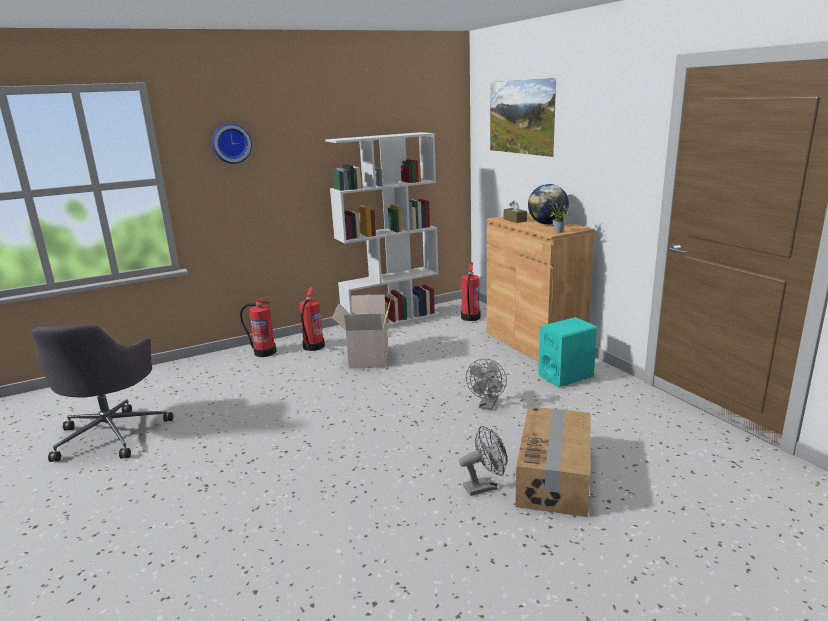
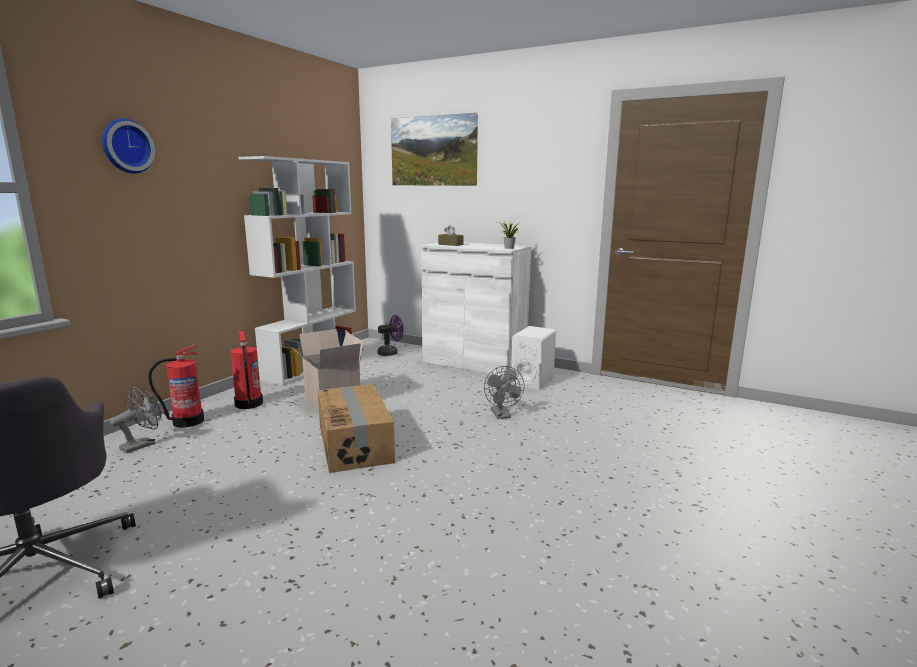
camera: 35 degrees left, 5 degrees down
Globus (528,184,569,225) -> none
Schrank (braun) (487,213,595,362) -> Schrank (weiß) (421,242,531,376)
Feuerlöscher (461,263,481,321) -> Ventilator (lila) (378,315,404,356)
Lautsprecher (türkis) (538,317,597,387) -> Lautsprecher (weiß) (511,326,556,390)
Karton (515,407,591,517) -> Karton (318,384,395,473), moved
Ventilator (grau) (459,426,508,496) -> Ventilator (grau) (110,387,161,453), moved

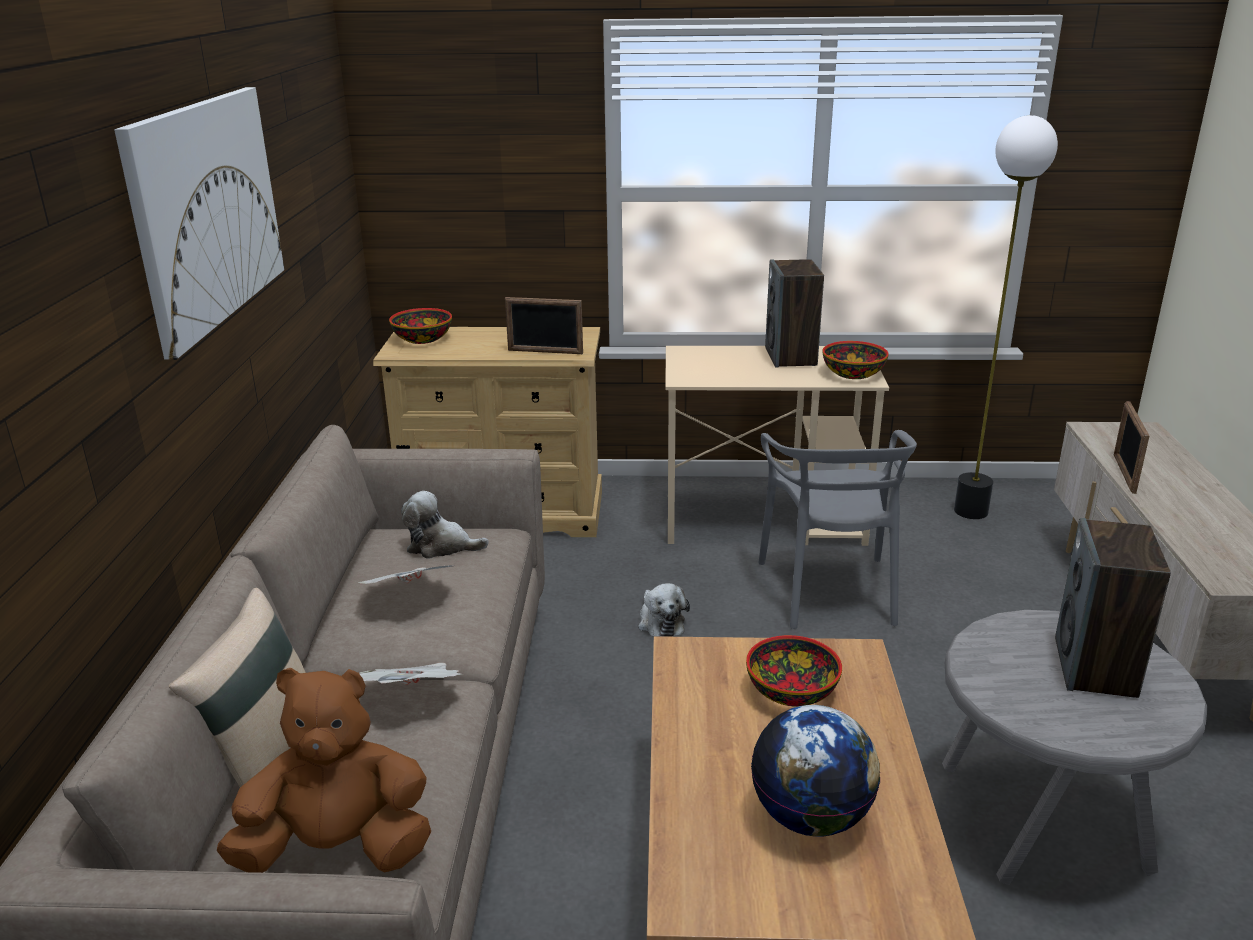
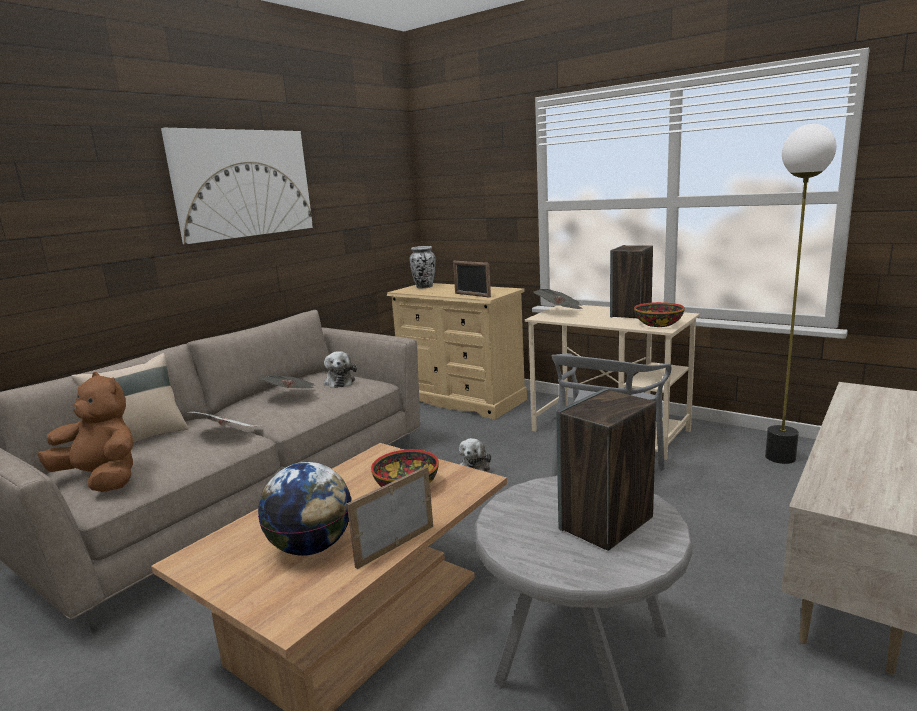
camera: 35 degrees right, 10 degrees down
Schüssel (389,308,452,344) -> Vase (410,246,436,288)
Bilderrahmen (1114,401,1149,494) -> Bilderrahmen (347,466,433,569), moved
Plüschtier (401,491,489,559) -> Plüschtier (324,351,357,388), 150 degrees counterclockwise
none -> Zeitung (533,289,583,309)

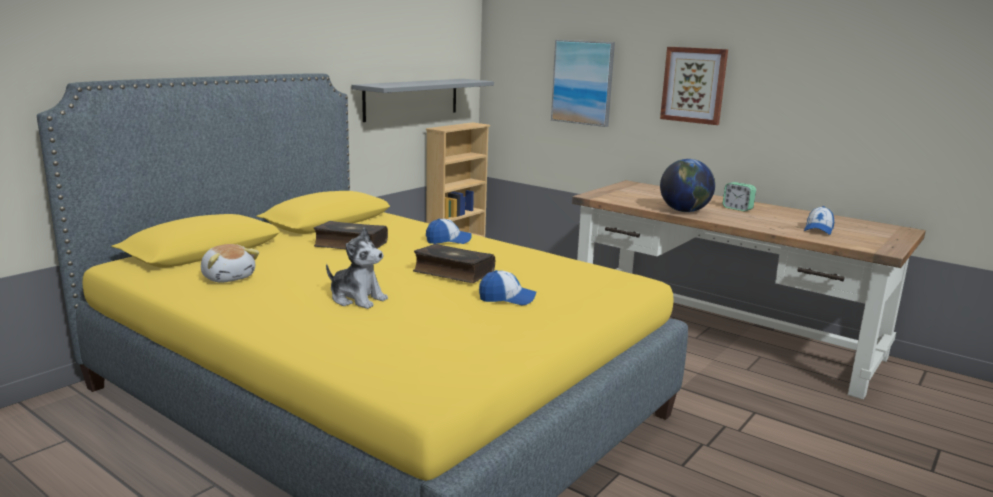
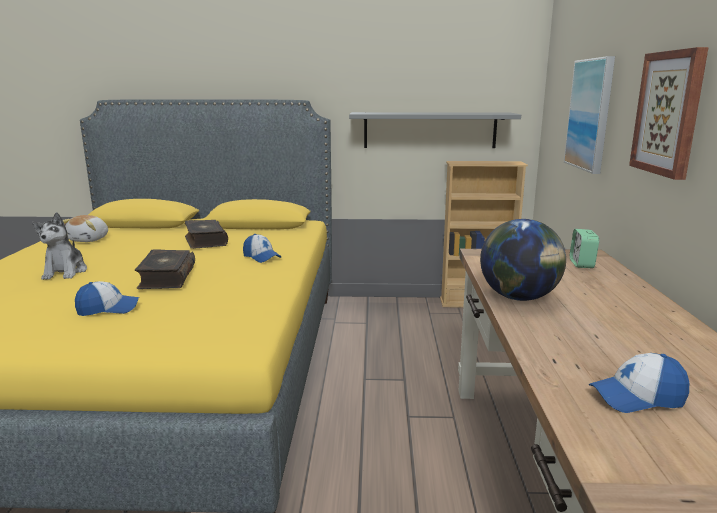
camera: 55 degrees right, 0 degrees up
Wecker (723,182,756,212) -> Wecker (570,229,599,268), moved
Kappe (479,270,536,305) -> Kappe (75,281,139,316), 75 degrees counterclockwise

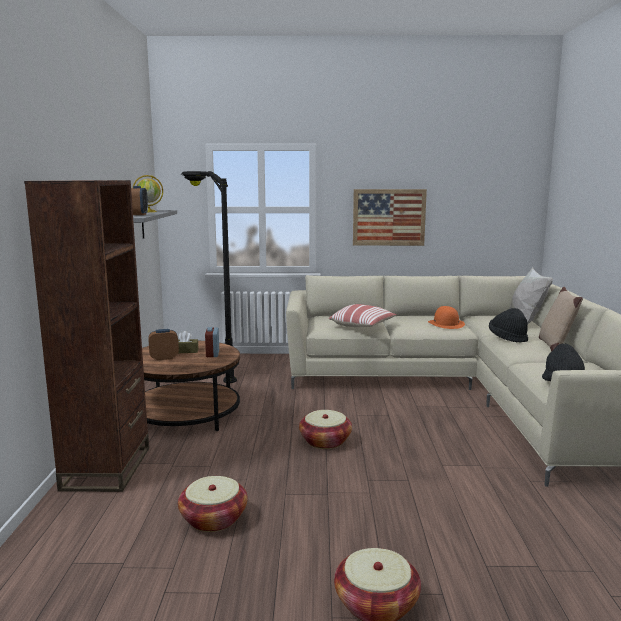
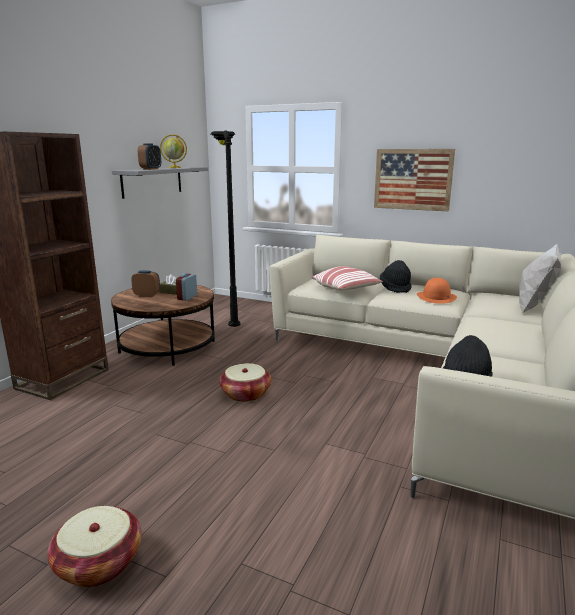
camera: 25 degrees right, 5 degrees up
Kissen (beige) (539,287,583,352) -> none
Hut (schwarz) (489,308,528,343) -> Hut (schwarz) (380,260,412,293), moved
Korb (178,476,248,532) -> none

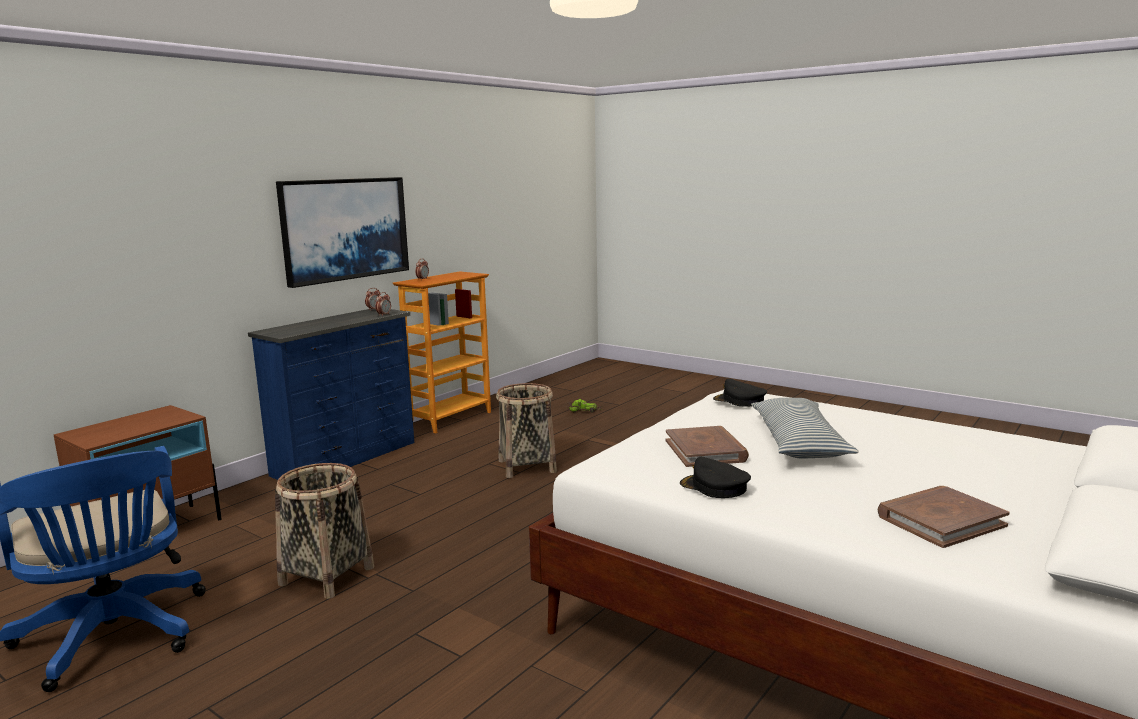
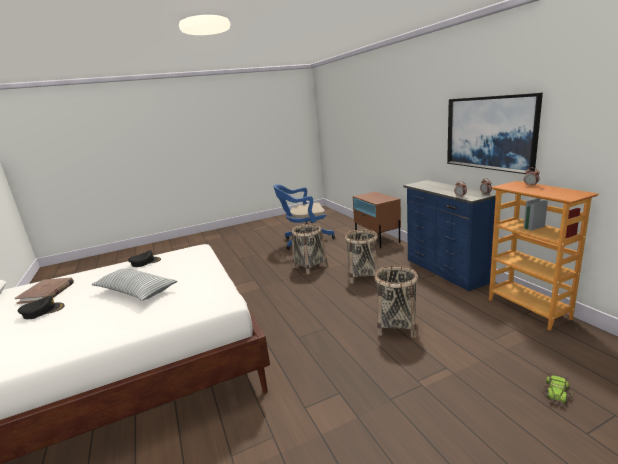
camera: 120 degrees right, 5 degrees up
Kappe (schwarz) (713,379,767,406) -> Kappe (schwarz) (18,296,65,319), moved
Buch (braun) (666,426,749,467) -> none
none -> Korb (345,229,378,284)

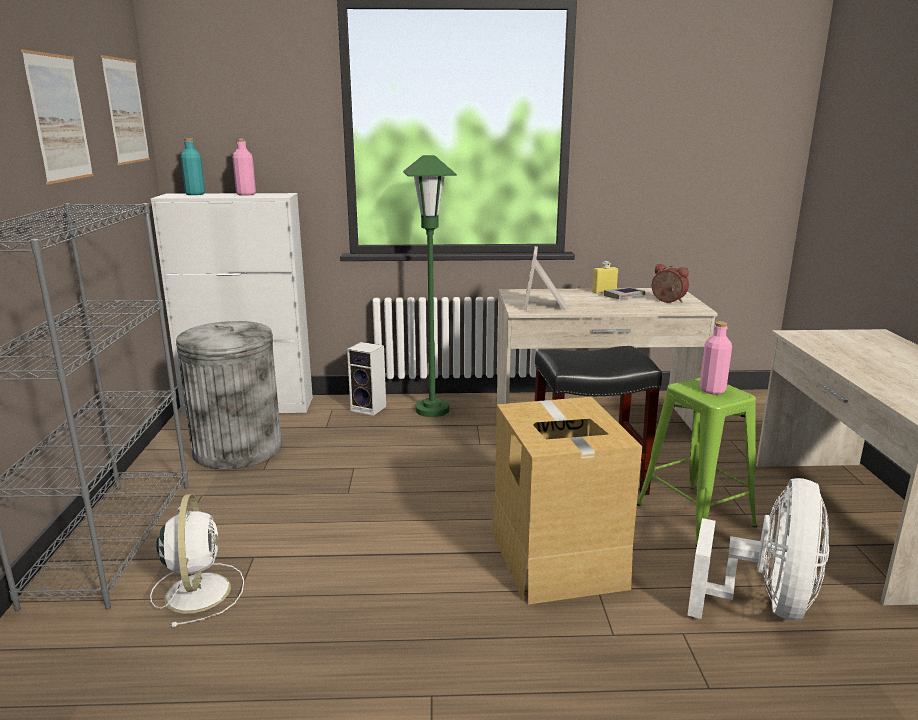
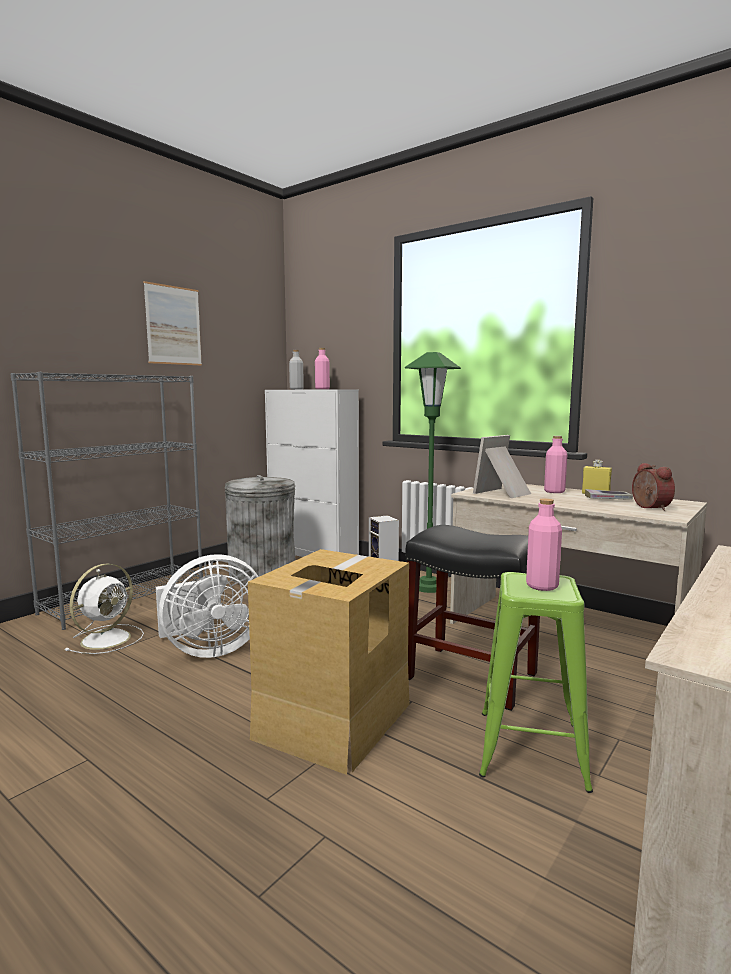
camera: 40 degrees right, 10 degrees down
Bild (101,55,150,165) -> none
Flasche (türkis) (180,139,205,195) -> Flasche (grau) (289,350,304,389)
Ventilator (weiß) (687,478,829,620) -> Ventilator (weiß) (156,554,258,658), moved
none -> Flasche (rosa) (544,436,567,493)

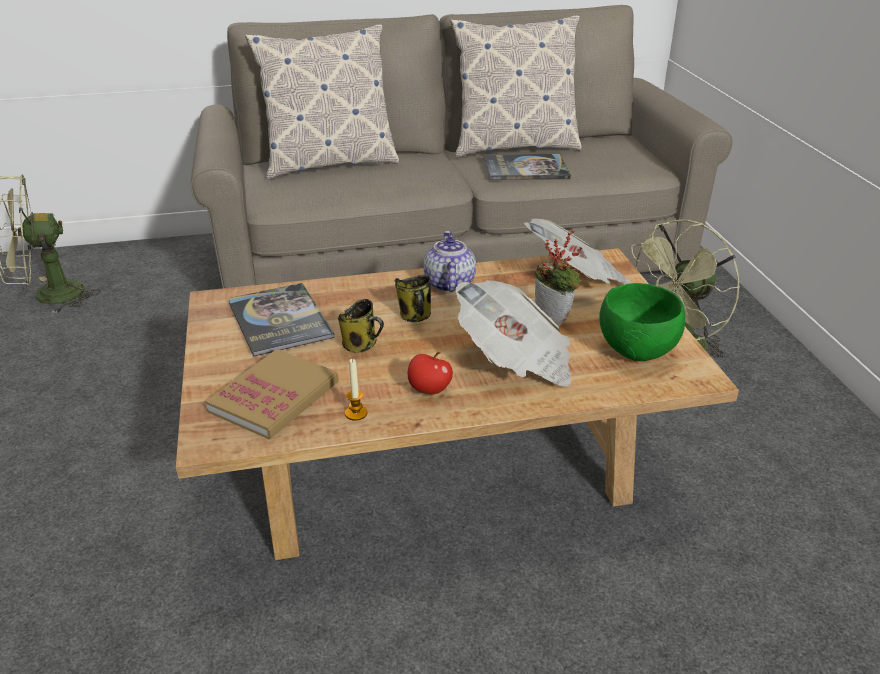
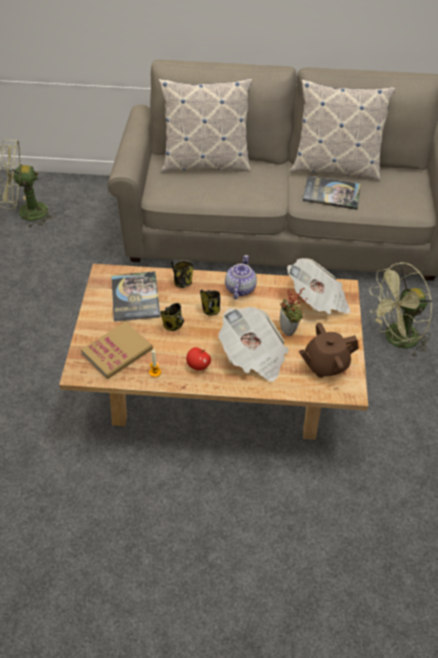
camera: 15 degrees right, 15 degrees up
Schüssel (grün) (600,283,685,361) -> Teekanne (braun) (299,323,359,378)
none -> Henkelbecher (171,261,193,288)

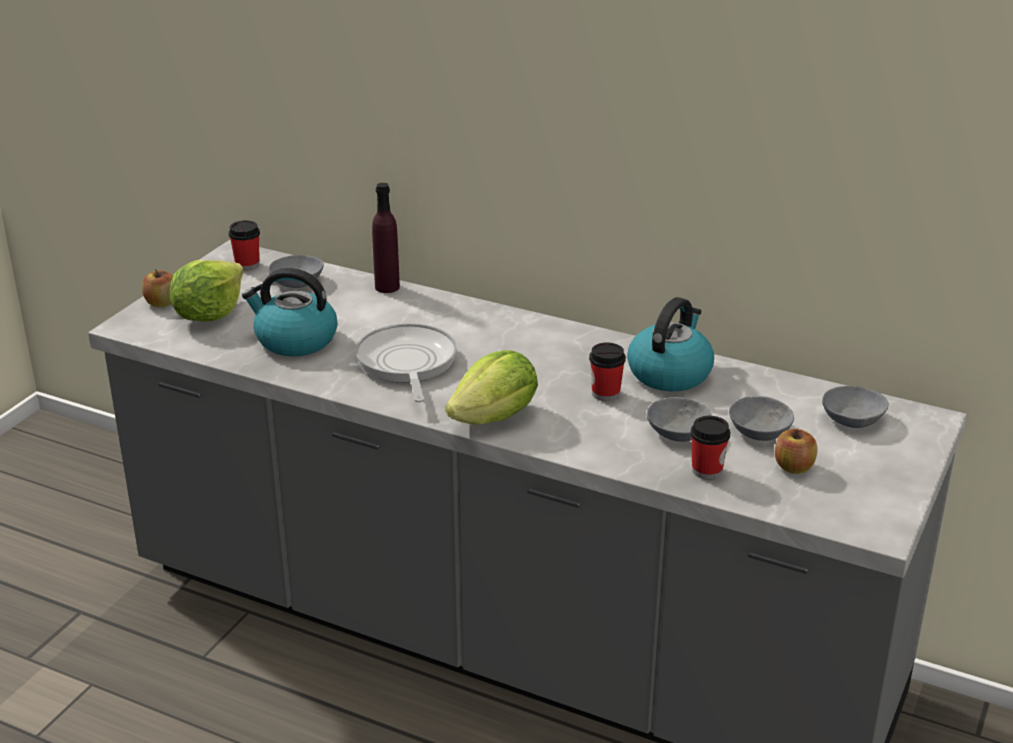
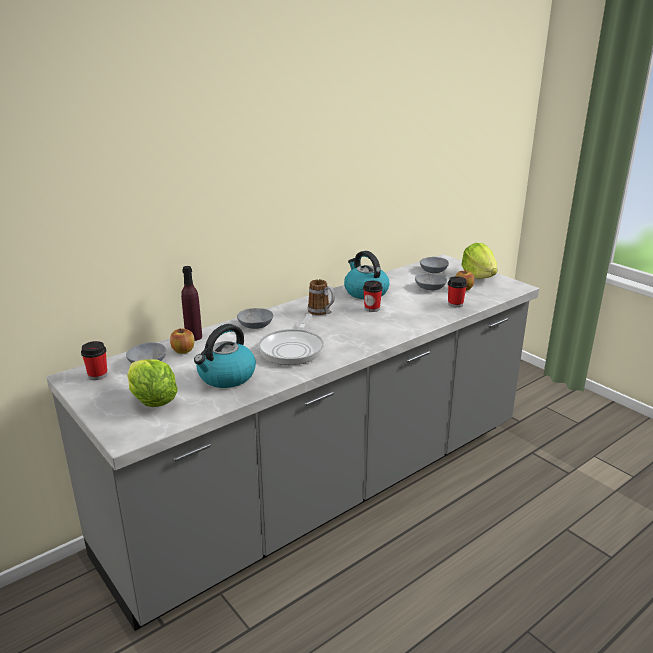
camera: 65 degrees left, 5 degrees down
Apfel (142,270,173,307) -> Apfel (170,329,195,354), moved
Pfanne (355,323,457,402) -> Pfanne (259,314,324,365), 90 degrees counterclockwise
Salatkopf (446,350,538,425) -> Salatkopf (461,243,497,279), moved
Schüssel (grau) (647,397,712,442) -> Schüssel (grau) (237,308,273,329), moved
none -> Henkelbecher (308,279,335,315)

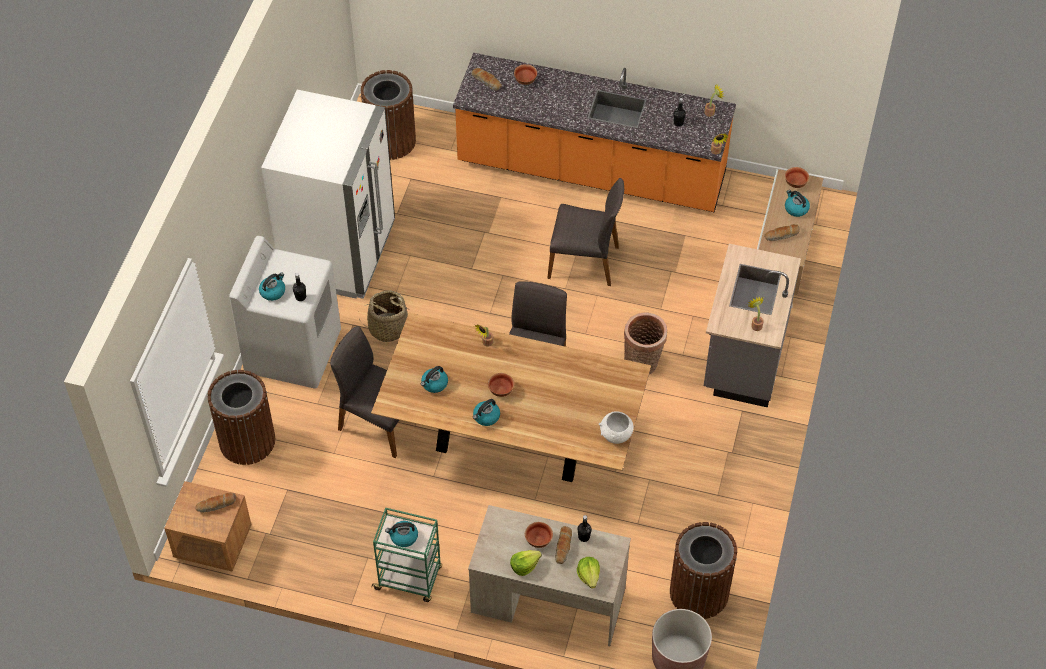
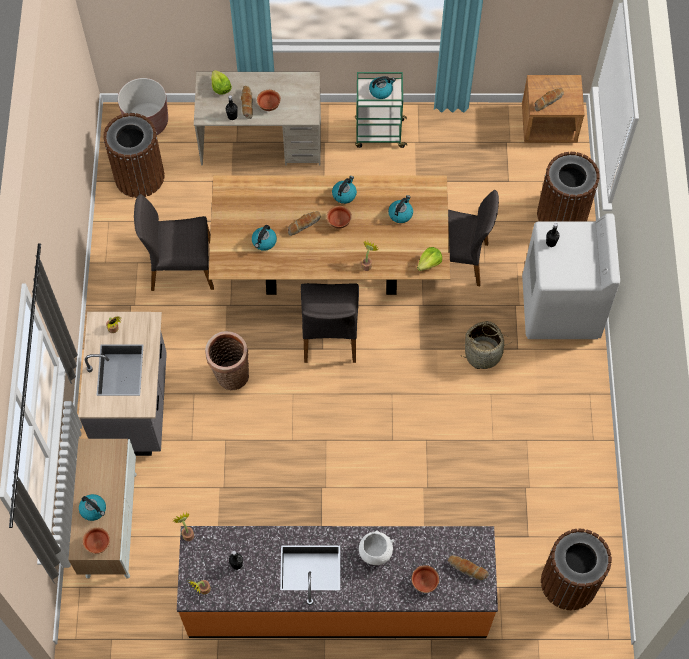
camera: 165 degrees right, 10 degrees up
Kühlschrank (weiß) (261,90,395,299) -> none
Stuhl (grau) (547,178,624,286) -> Stuhl (grau) (134,194,214,291), moved
Brot (764,224,800,241) -> Brot (288,211,321,236), moved
Wasserkessel (259,272,285,301) -> Wasserkessel (252,225,277,251), moved
Schüssel (weiß) (599,411,634,444) -> Schüssel (weiß) (359,531,394,565), moved
Salatkopf (510,550,542,576) -> Salatkopf (417,247,442,271), moved

